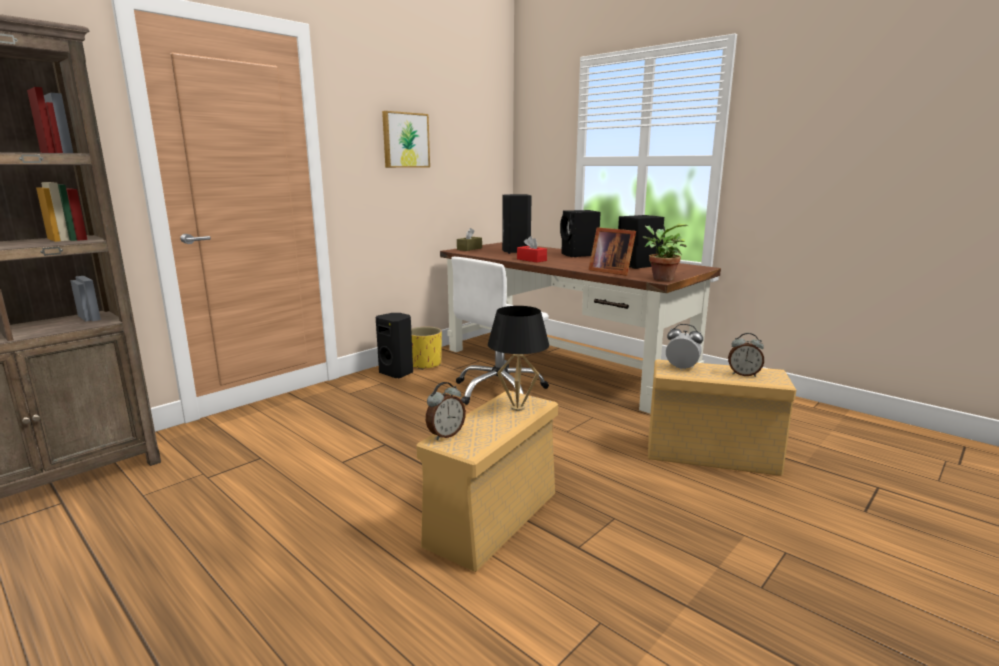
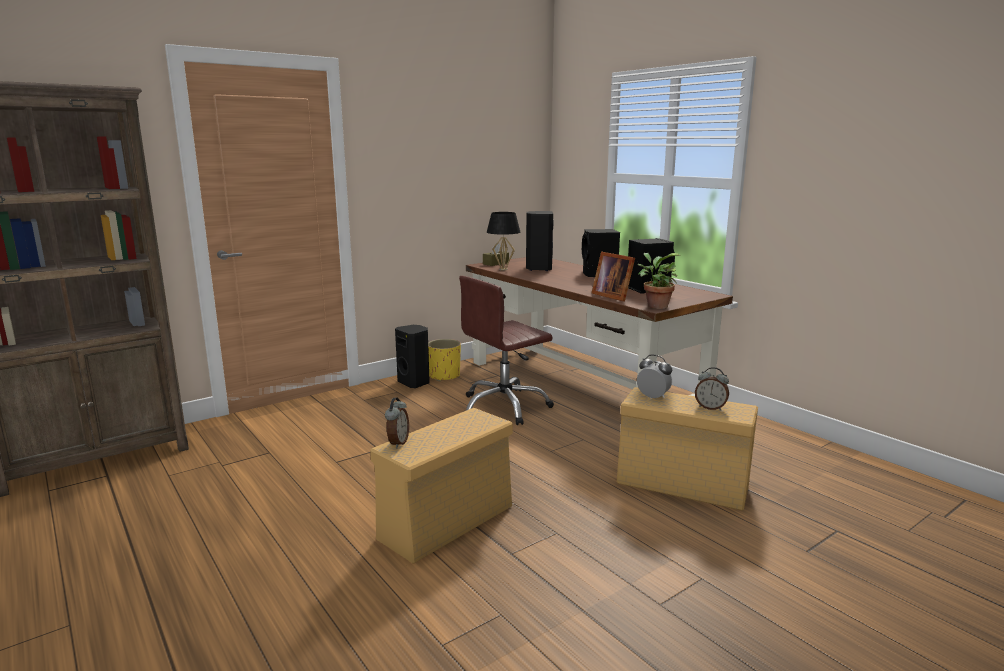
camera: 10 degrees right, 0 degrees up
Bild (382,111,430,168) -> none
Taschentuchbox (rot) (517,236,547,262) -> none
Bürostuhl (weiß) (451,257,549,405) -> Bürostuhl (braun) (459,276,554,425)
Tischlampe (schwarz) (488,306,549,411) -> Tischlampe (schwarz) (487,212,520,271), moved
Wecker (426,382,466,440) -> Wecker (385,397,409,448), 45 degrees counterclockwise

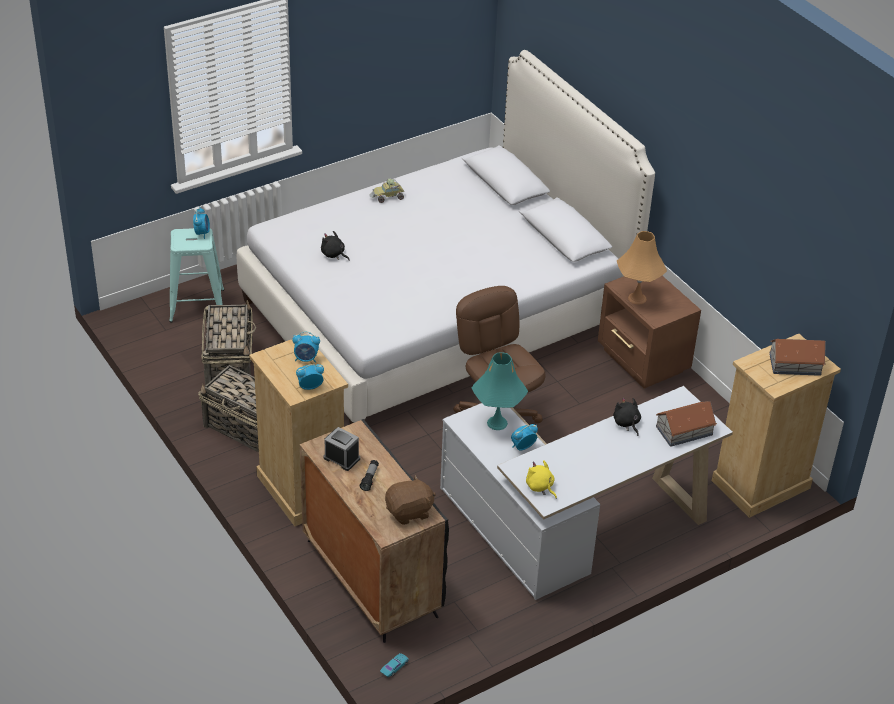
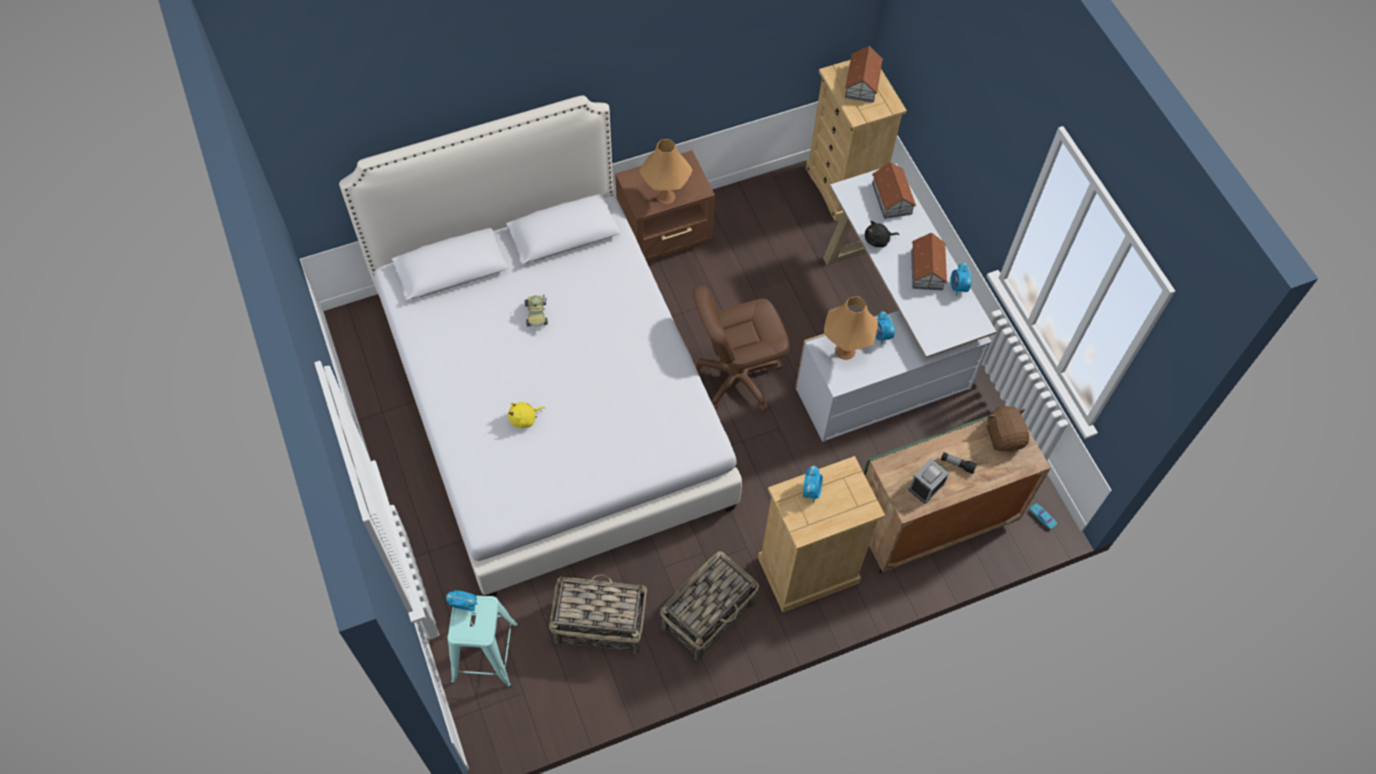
camera: 80 degrees left, 20 degrees up
Spielzeugauto (370,179,404,203) -> Spielzeugauto (525,295,548,331), moved
Plüschtier (schwarz) (321,231,350,261) -> none
Tischlampe (türkis) (472,353,528,430) -> Tischlampe (orange) (824,296,878,360)
Wecker (296,364,324,390) -> Wecker (950,262,972,296), moved
Schrank (schwarz) (300,419,449,643) -> Schrank (grün) (864,405,1051,573)
Plüschtier (gelb) (526,460,557,499) -> Plüschtier (gelb) (508,402,545,428), moved
none -> Spielzeughaus (911,233,948,290)

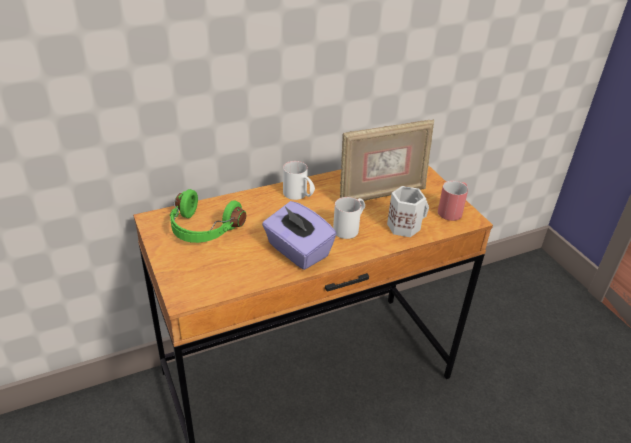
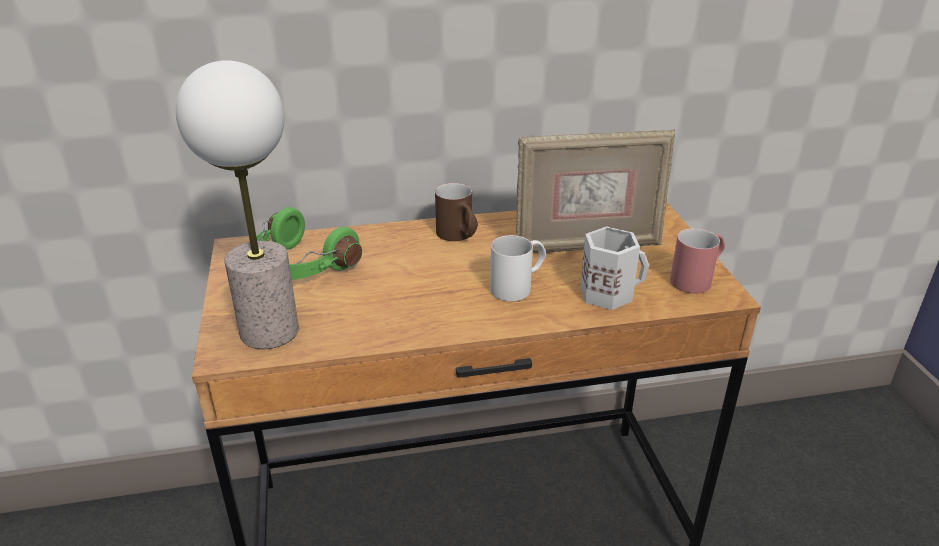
camera: 15 degrees right, 5 degrees down
Henkelbecher (weiß) (283,161,315,200) -> Henkelbecher (braun) (435,183,478,241)
Taschentuchbox (lila) (262,201,336,270) -> none
none -> Tischlampe (176,60,299,349)

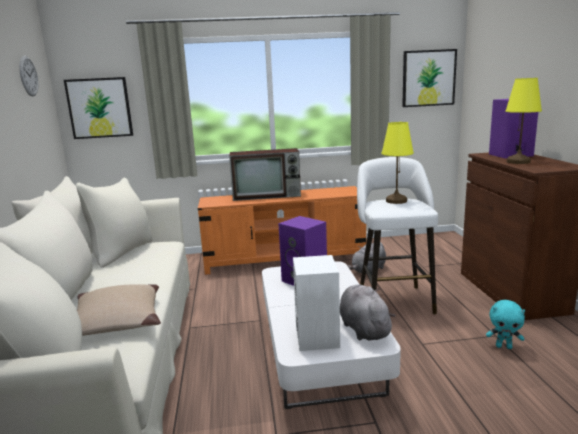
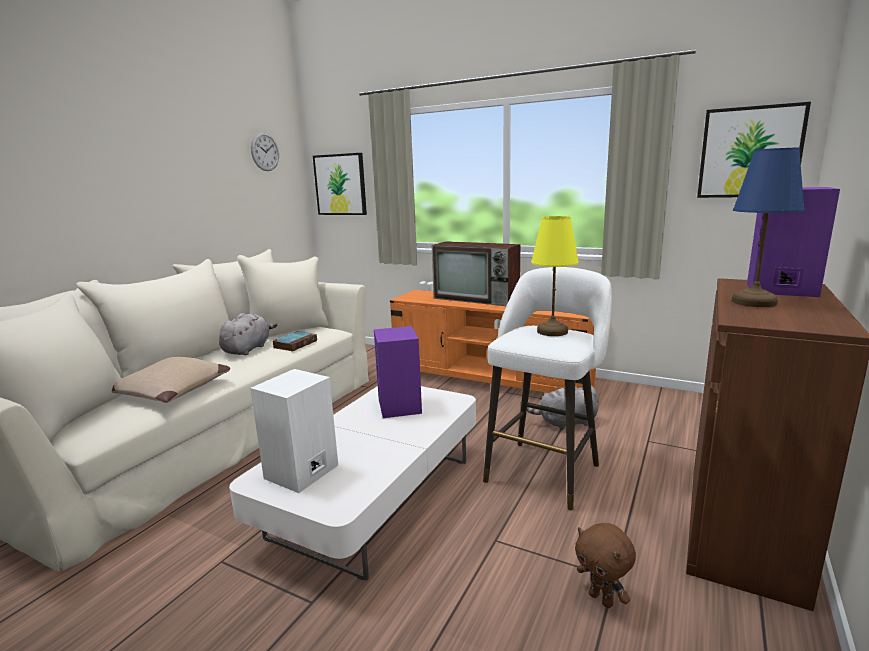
camera: 35 degrees right, 0 degrees up
Tischlampe (gelb) (505,78,542,164) -> Tischlampe (blau) (732,148,805,307)
Plüschtier (grau) (340,285,396,340) -> Plüschtier (grau) (219,313,277,355), moved
Plüschtier (türkis) (486,300,525,349) -> Plüschtier (braun) (575,523,636,608)
none -> Buch (273,331,317,351)

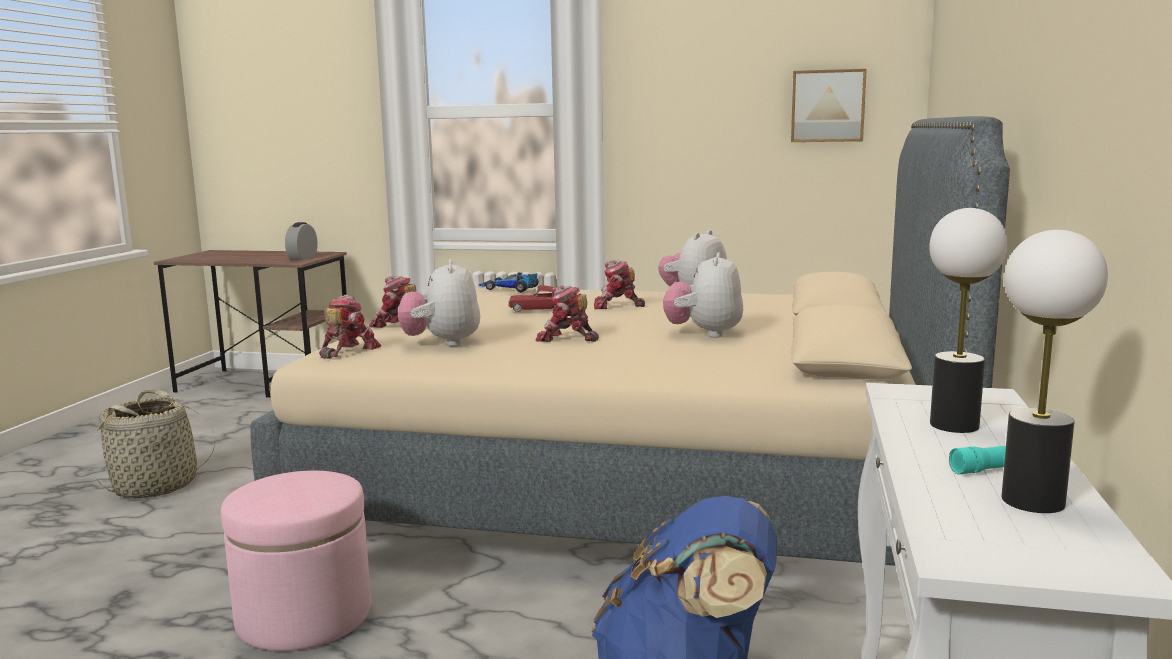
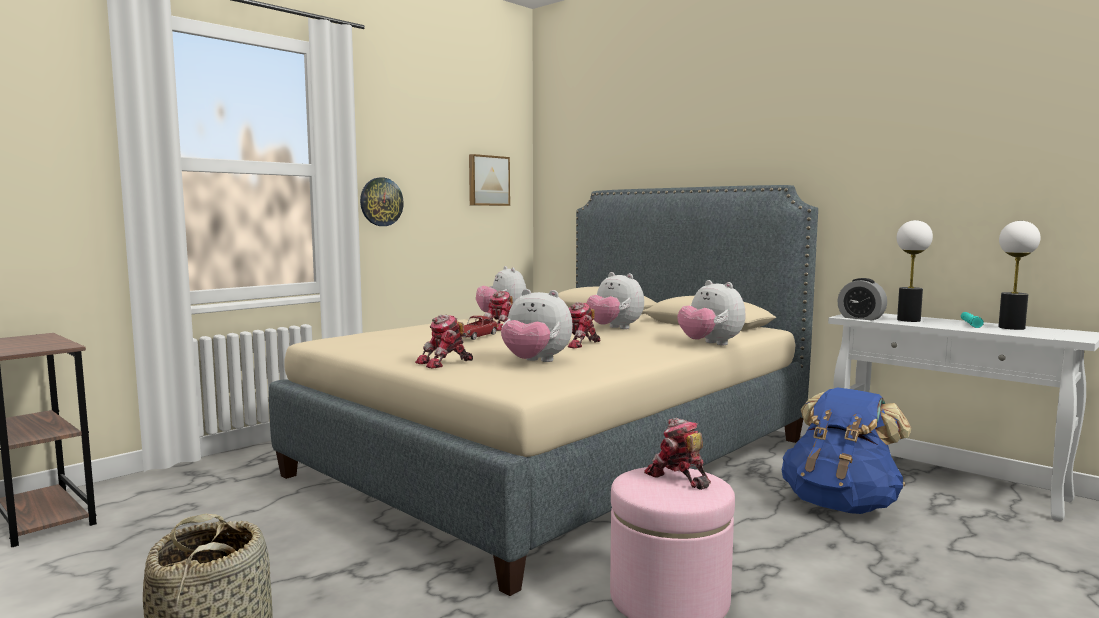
camera: 60 degrees left, 5 degrees down
Wecker (285,222,318,260) -> Wecker (837,278,887,320), moved
Spielzeugauto (479,272,539,292) -> none
Spielzeugroboter (319,295,381,359) -> Spielzeugroboter (644,418,711,490), moved
none -> Wanduhr (360,177,404,226)
none -> Plüschtier (678,280,745,345)

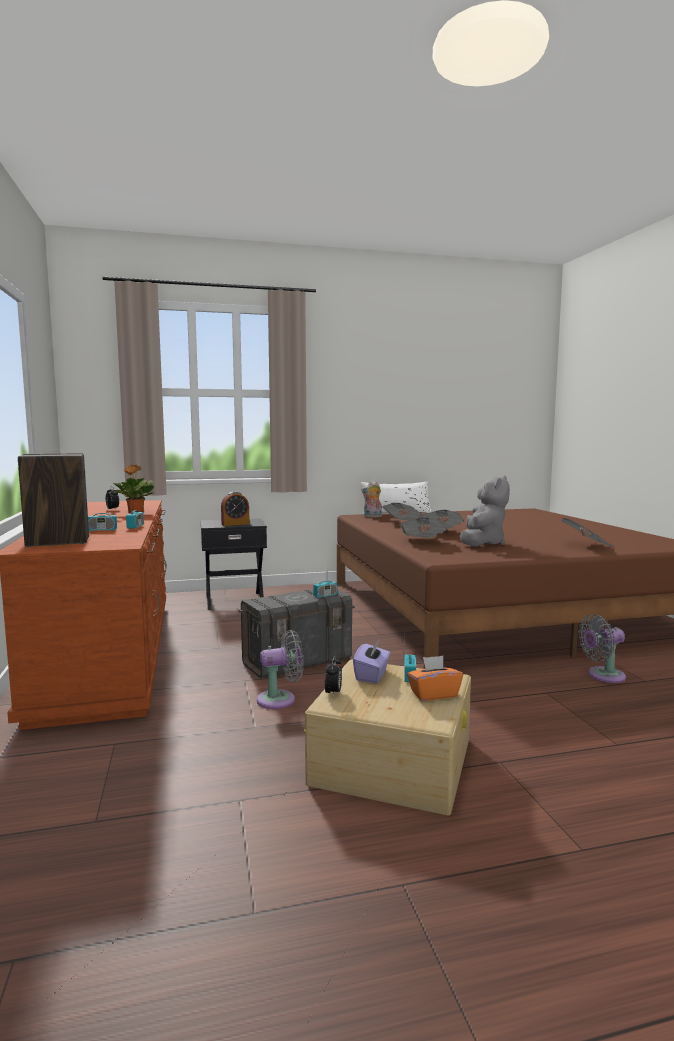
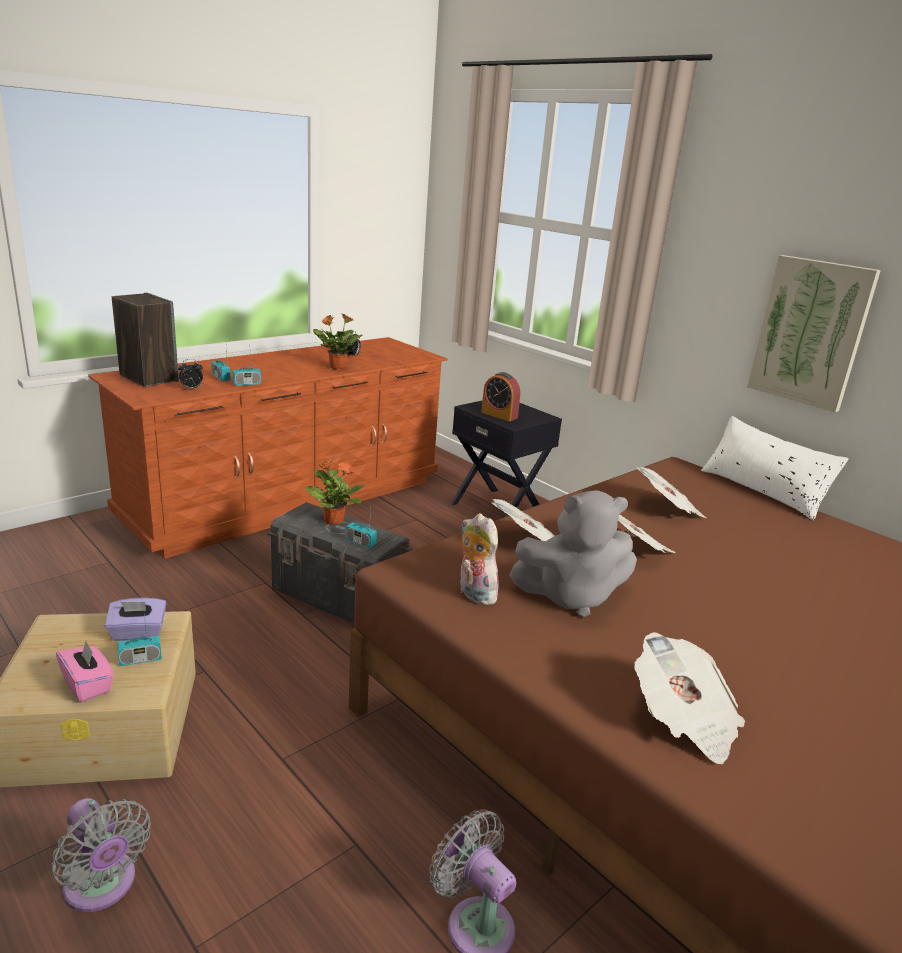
camera: 60 degrees right, 15 degrees up
Plüschtier (361,481,382,517) -> Plüschtier (460,513,499,605), moved
Ventilator (grau) (257,630,304,709) -> Ventilator (grau) (51,798,151,912), moved
Wecker (325,655,342,697) -> Wecker (178,359,203,389), moved
Taschentuchbox (orange) (407,656,463,701) -> Taschentuchbox (rosa) (56,641,114,703)
none -> Bild (747,255,881,412)
none -> Topfpflanze (305,458,364,525)

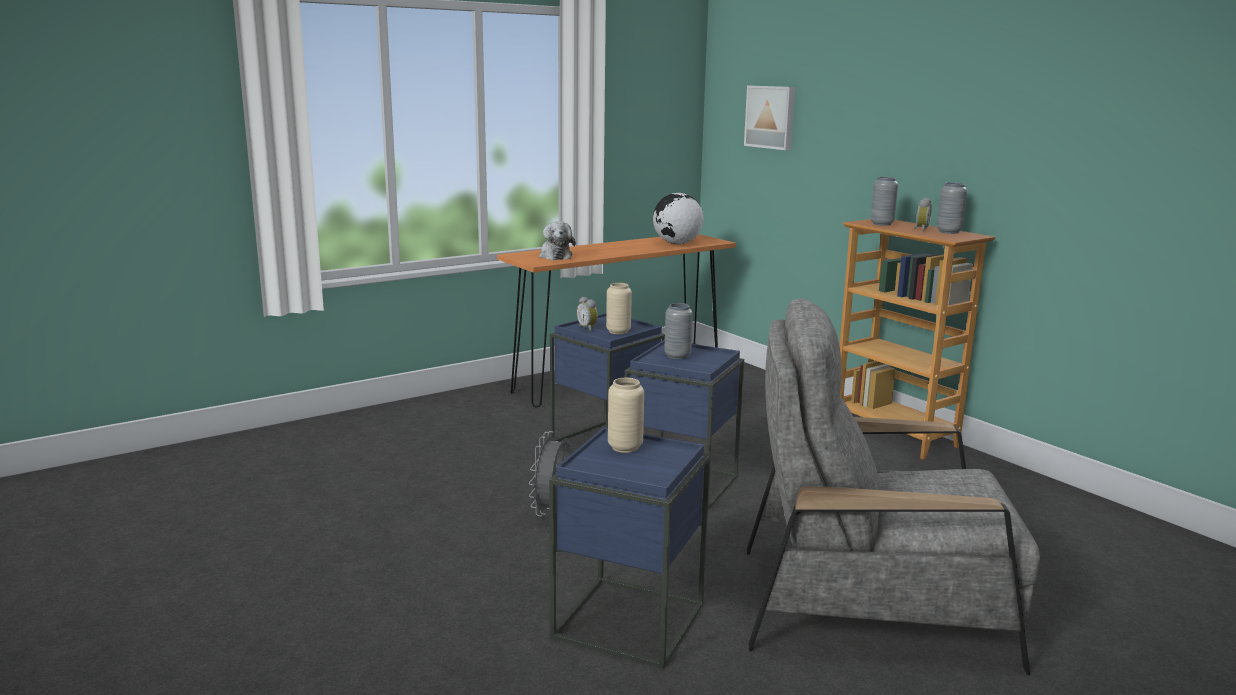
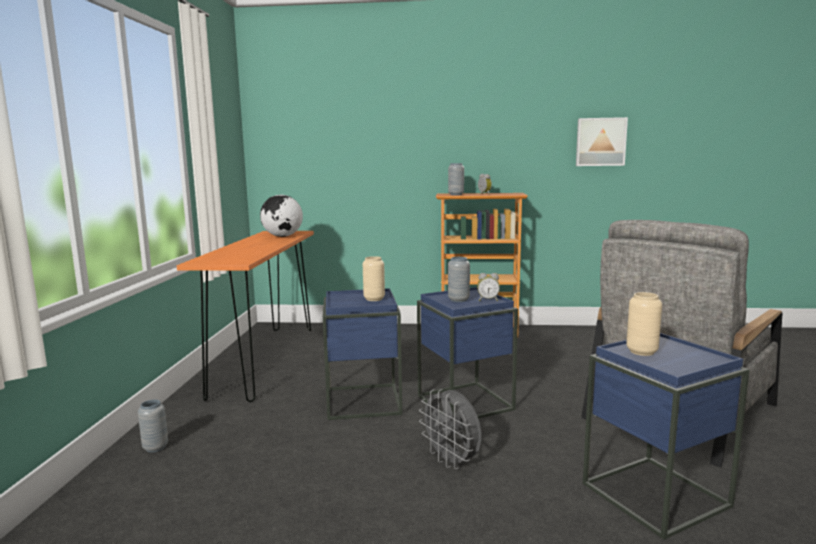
camera: 50 degrees left, 5 degrees down
Bild (744,86,795,150) -> Bild (576,117,628,166), moved
Vase (grau) (937,182,967,234) -> Vase (grau) (138,400,168,452), moved
Plüschtier (539,221,576,260) -> none
Wecker (576,297,598,331) -> Wecker (477,273,500,301), moved

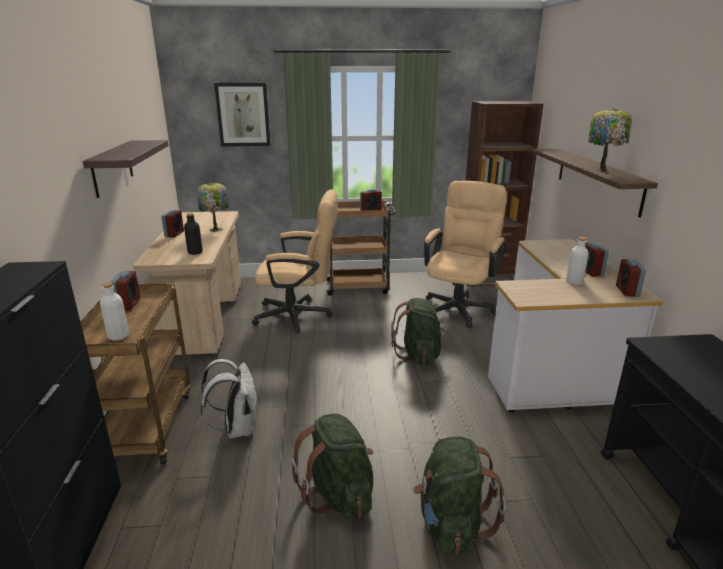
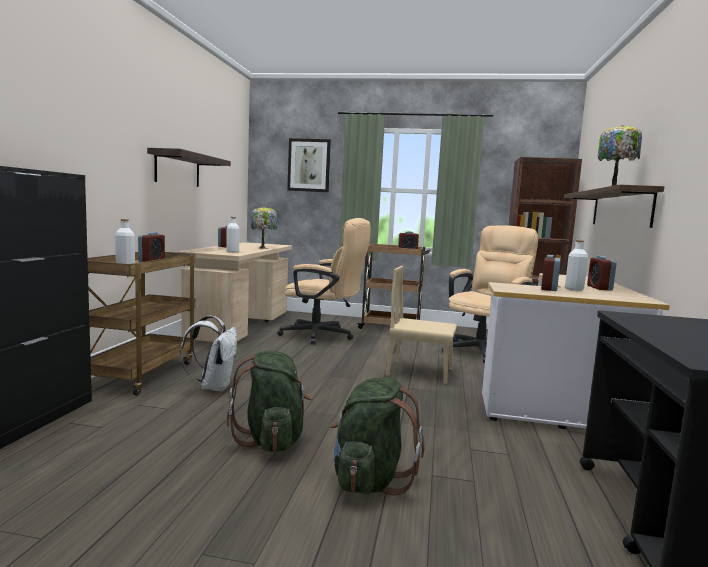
camera: 15 degrees right, 15 degrees down
Flasche (schwarz) (184,213,203,255) -> Flasche (weiß) (226,217,240,253)
Wecker (616,259,646,297) -> Wecker (541,254,560,291), moved
Rucksack (grün) (391,298,447,365) -> Stuhl (beige) (386,266,457,384)

